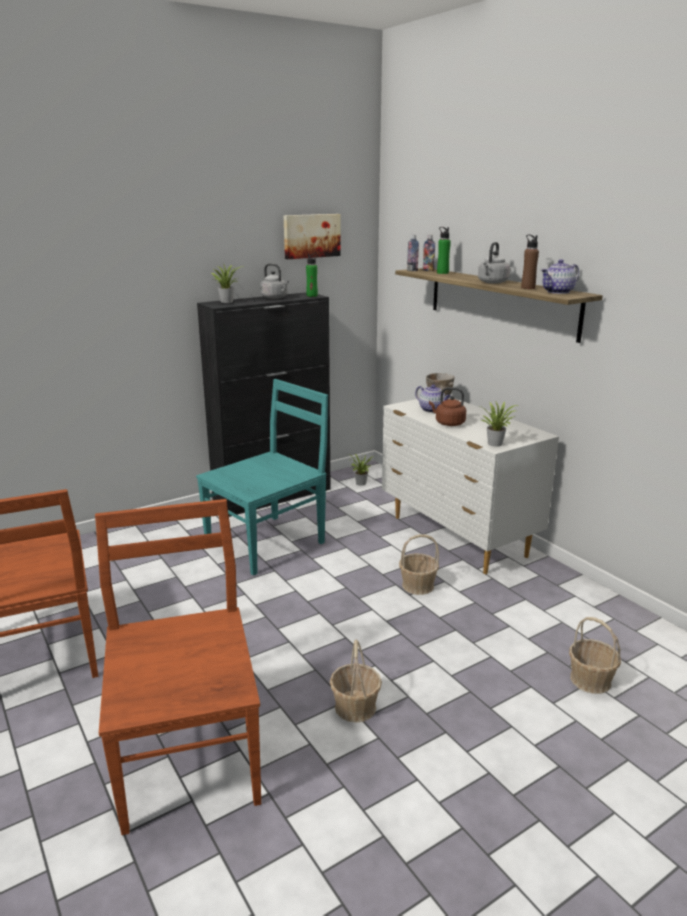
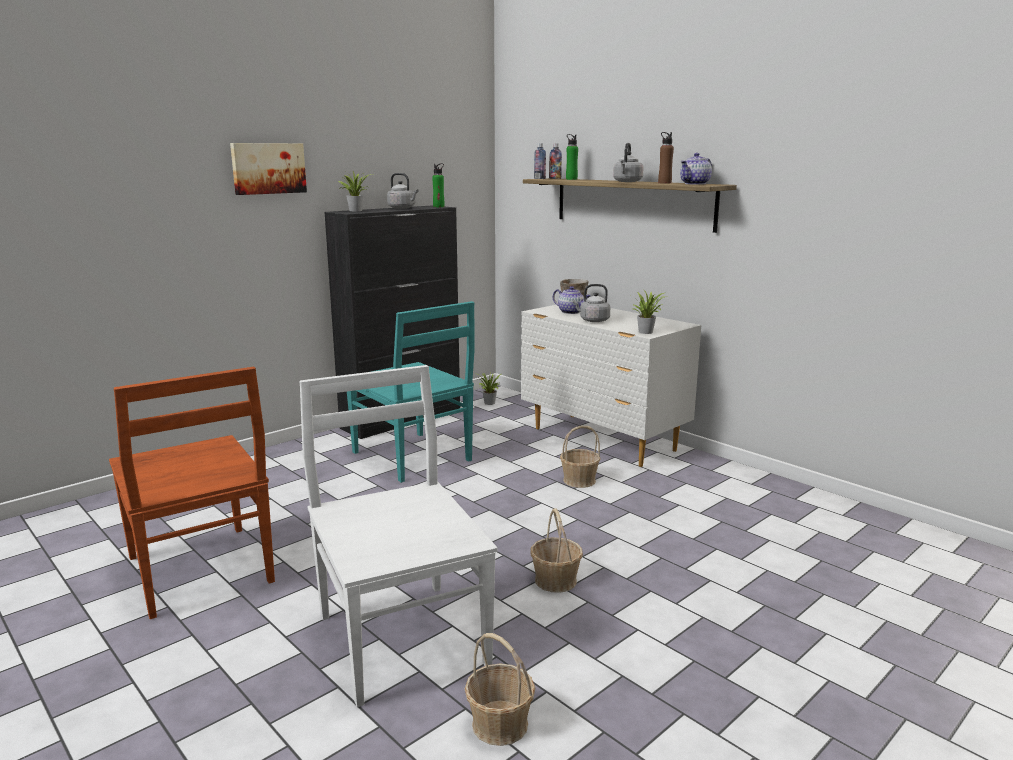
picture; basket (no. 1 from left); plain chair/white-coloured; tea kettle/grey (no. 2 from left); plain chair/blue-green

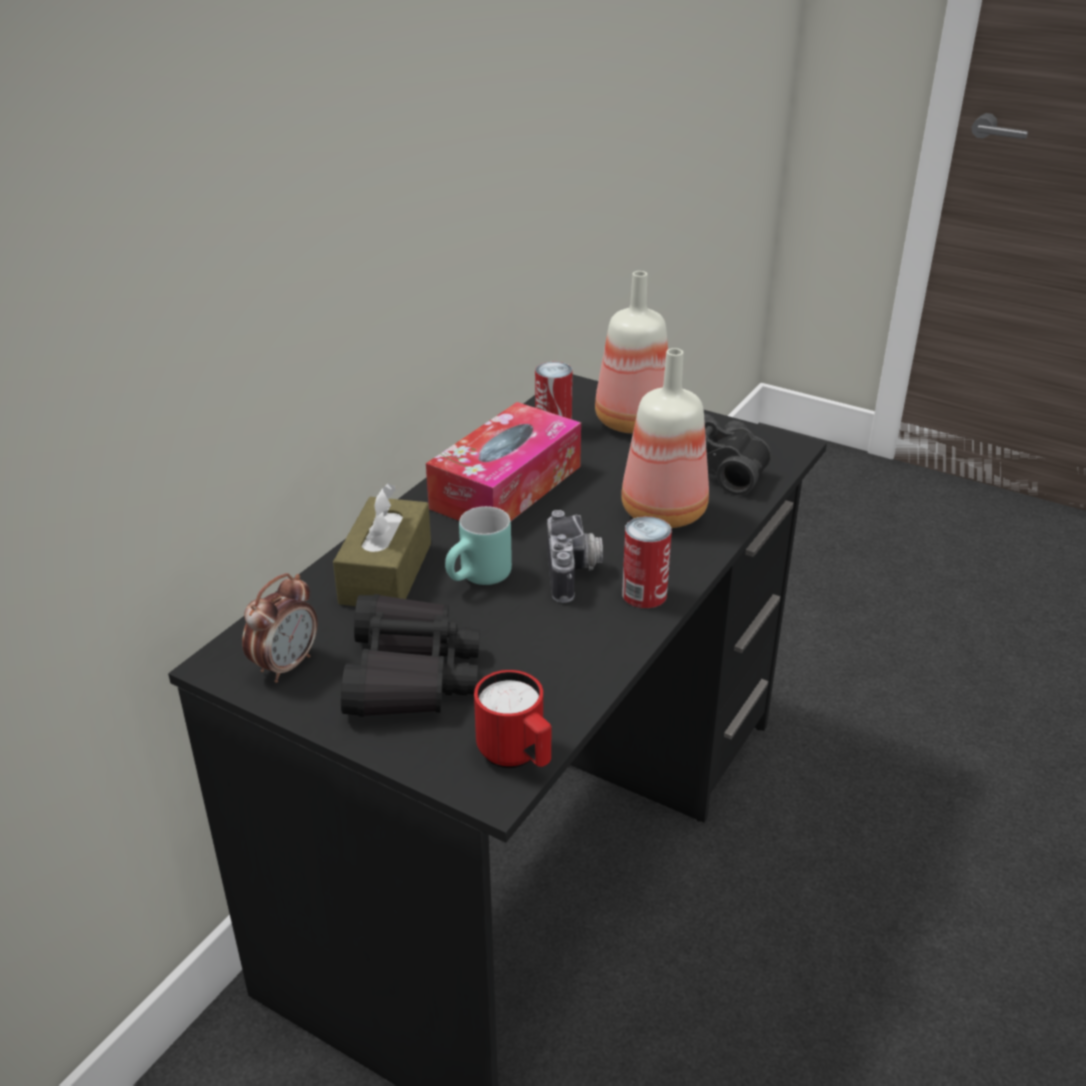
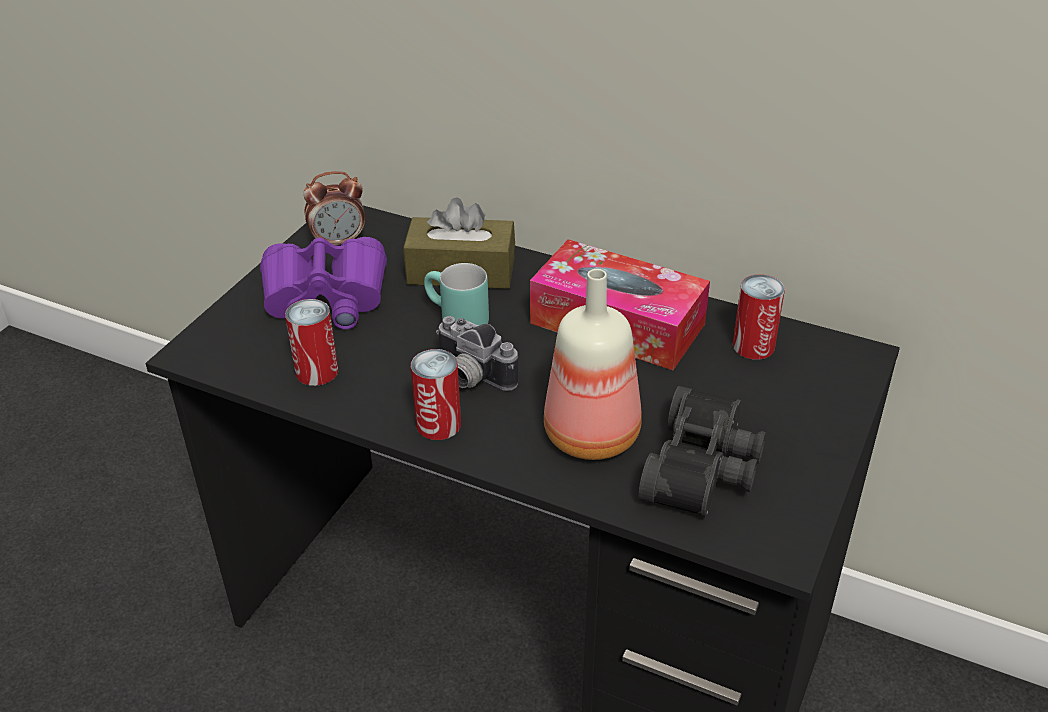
coffee mug/red; bottle (no. 1 from left in the first image); metal can (no. 1 from left); binoculars/purplish; alarm clock; photo camera

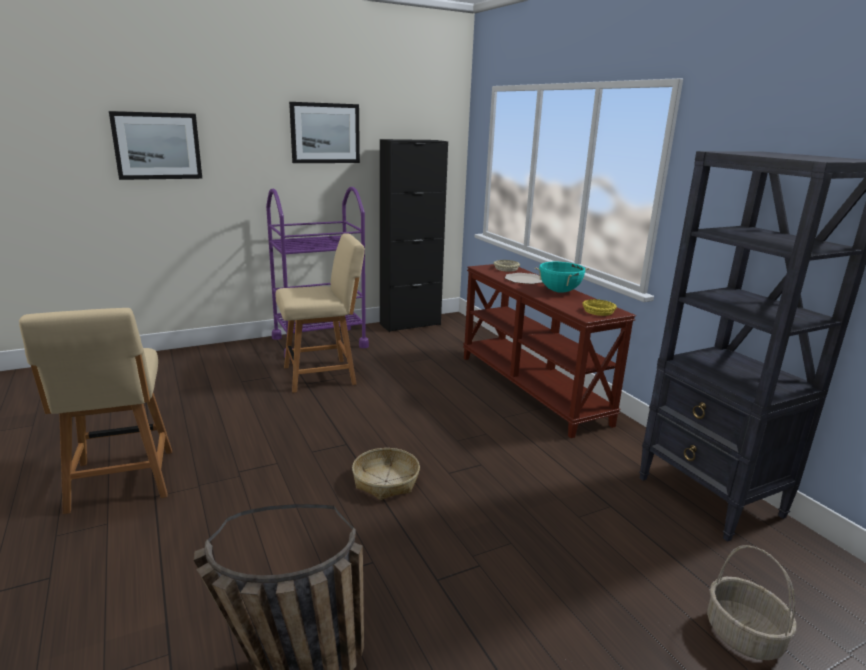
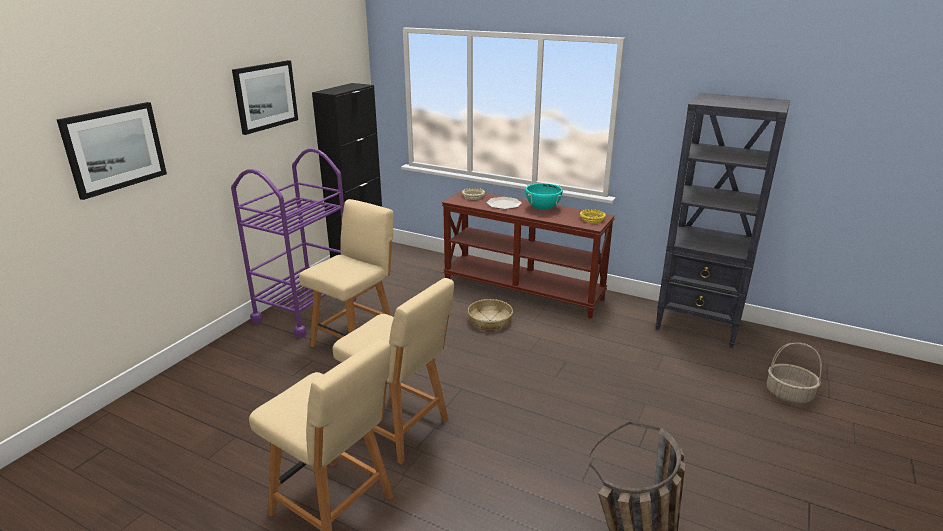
plain chair/beige (no. 3 from left); basket (no. 1 from left)

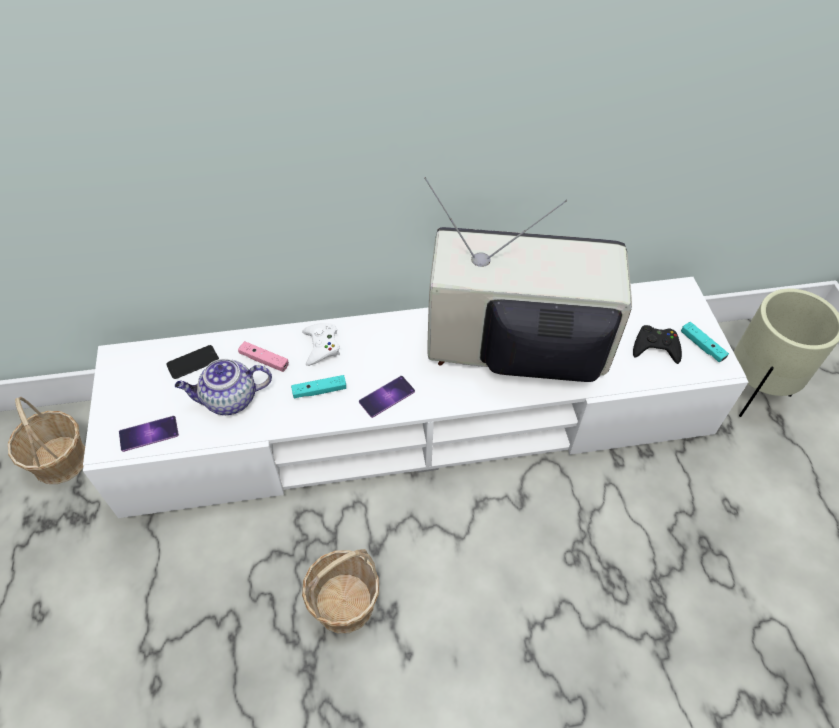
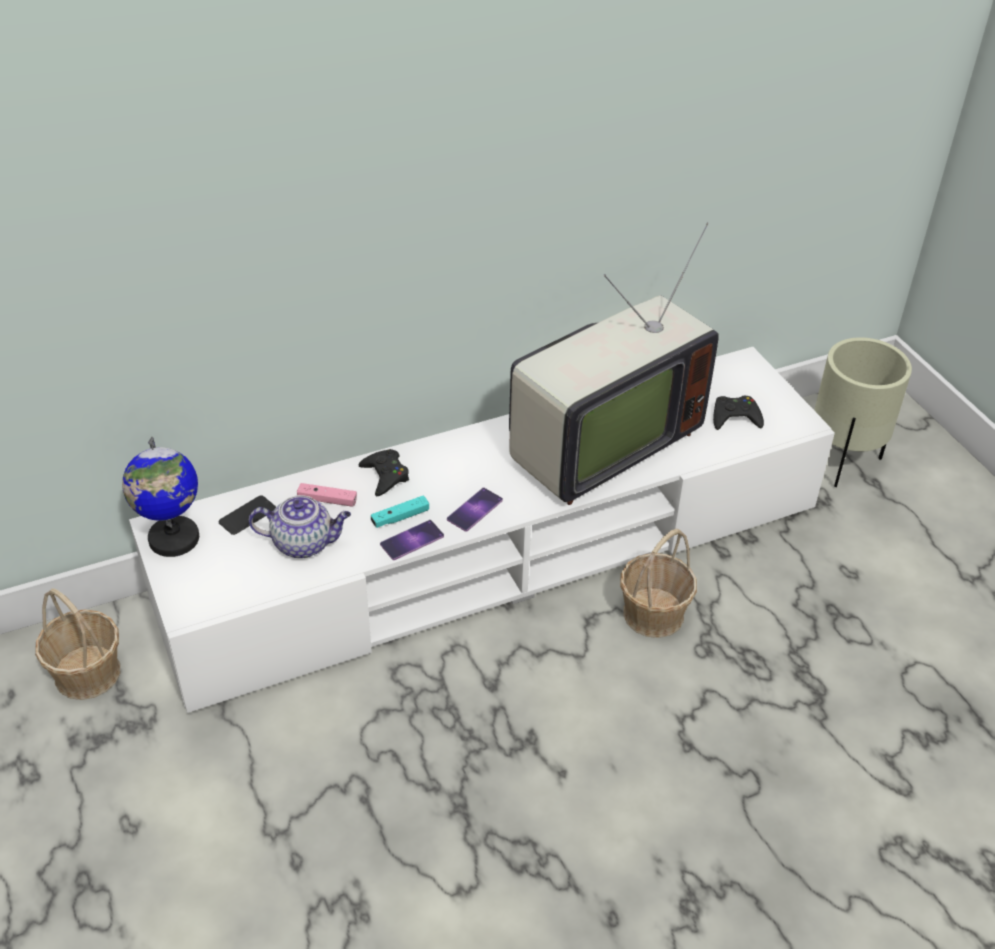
game controller/blue-green (no. 2 from left in the first image); globe; handset (no. 2 from left); basket (no. 2 from left); game controller/black-coloured (no. 1 from left); pot for tea; television

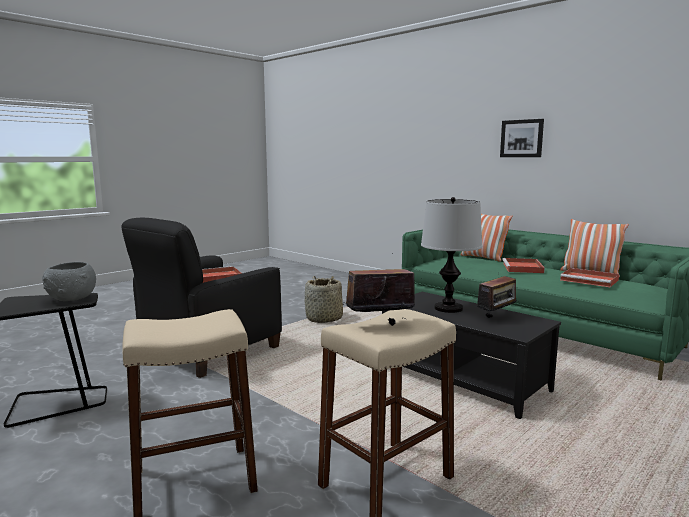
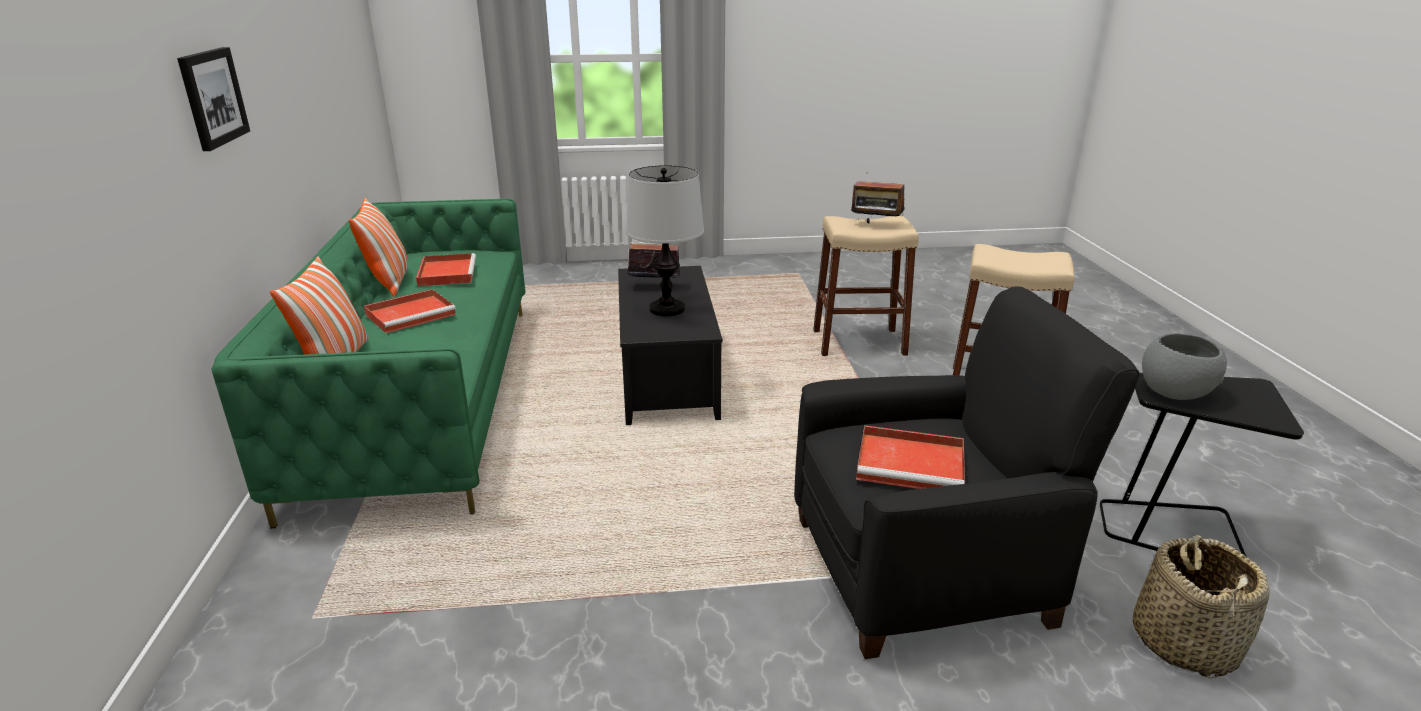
basket

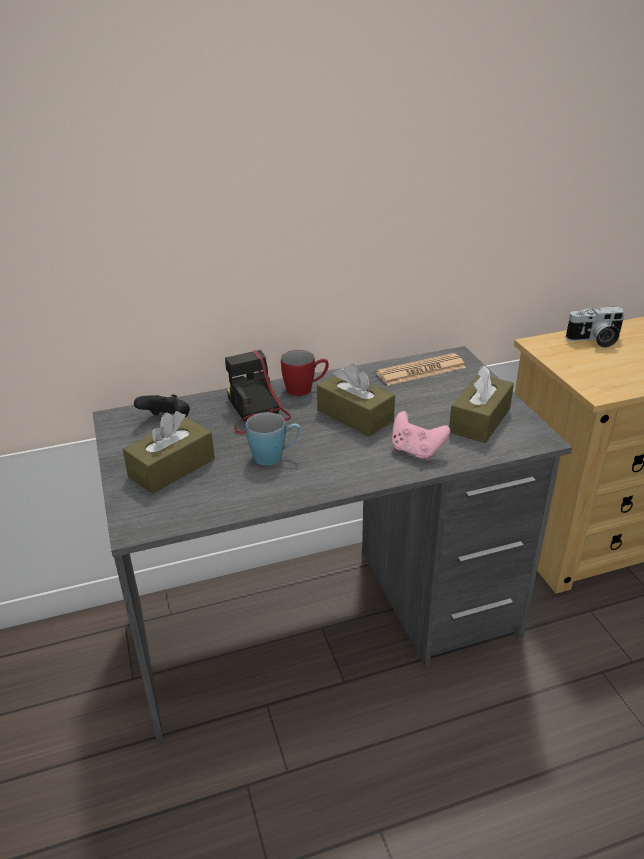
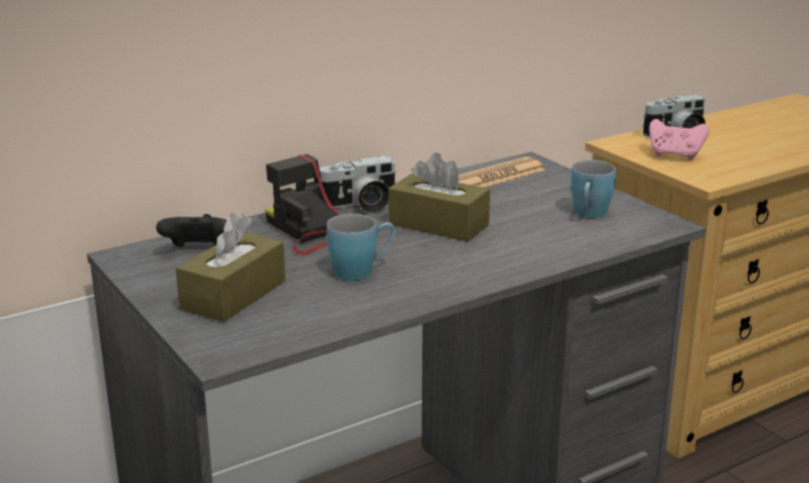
game controller/pink; photo camera (no. 2 from left); coffee mug/blue (no. 2 from left)

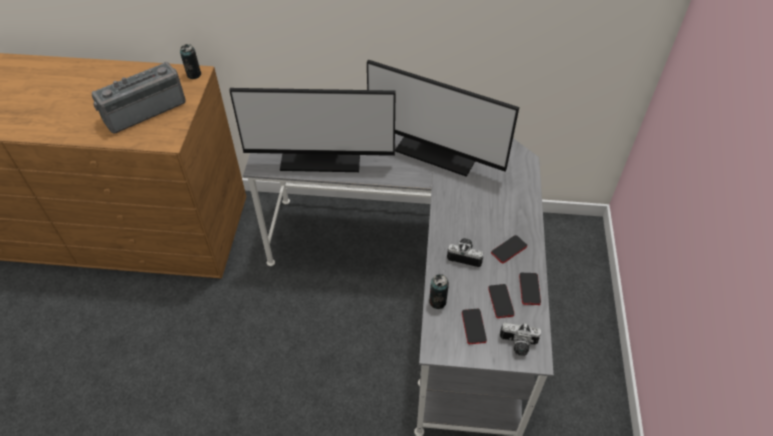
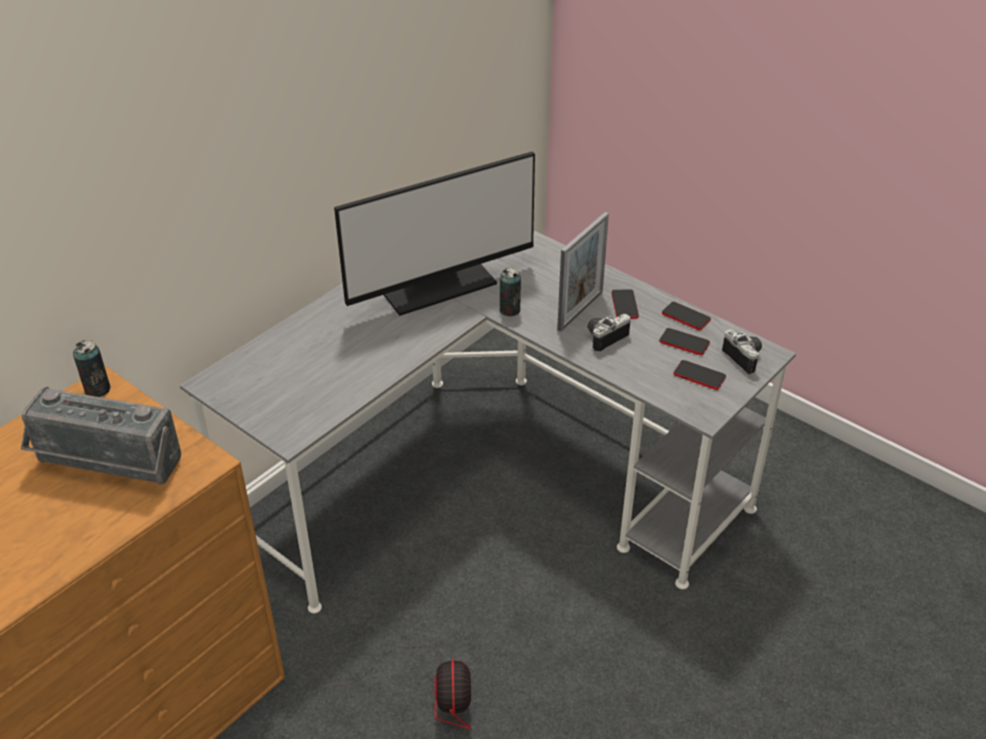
monitor (no. 1 from left in the first image); fan; picture frame; metal can (no. 2 from left); radio set; photo camera (no. 2 from left)

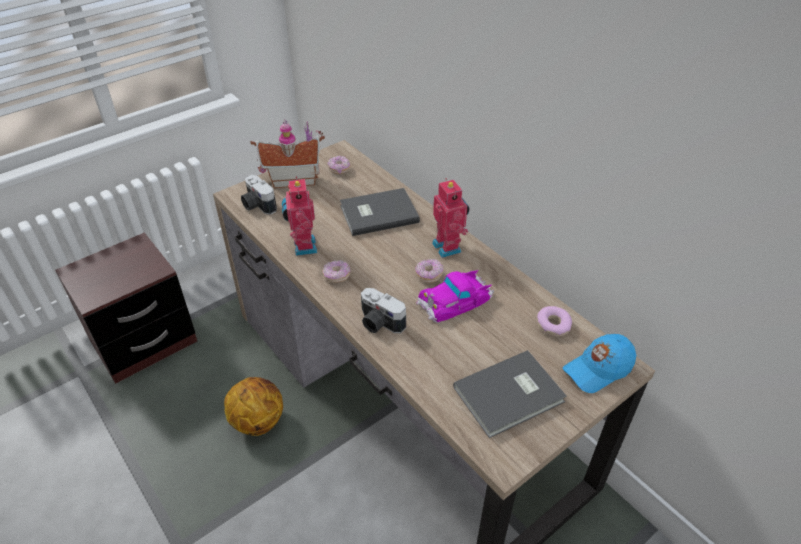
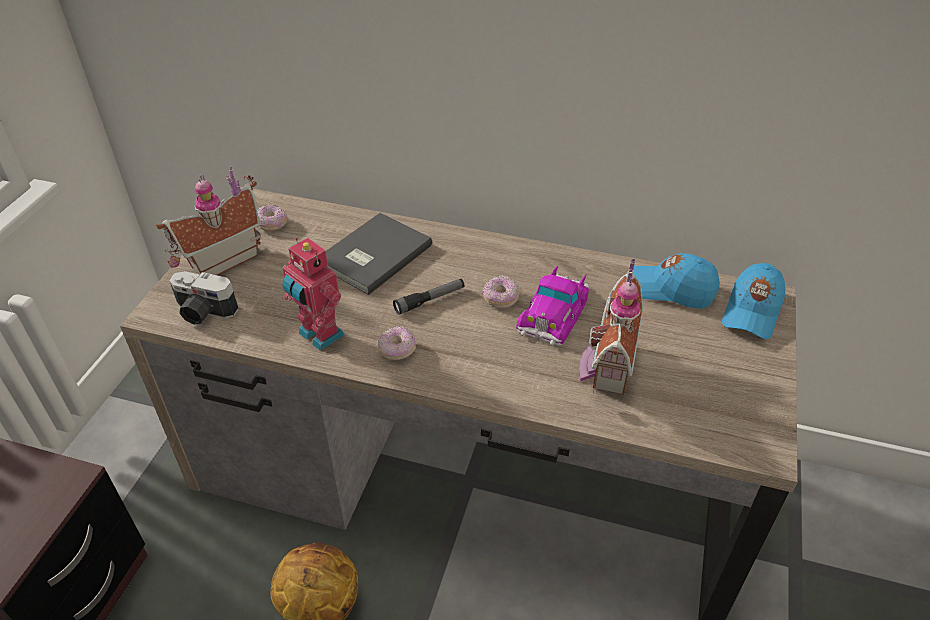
photo camera (no. 2 from left in the first image); toy robot (no. 2 from left in the first image); volume/grey (no. 2 from left in the first image); torch; toy house (no. 2 from left); baseball cap/blue (no. 1 from left)

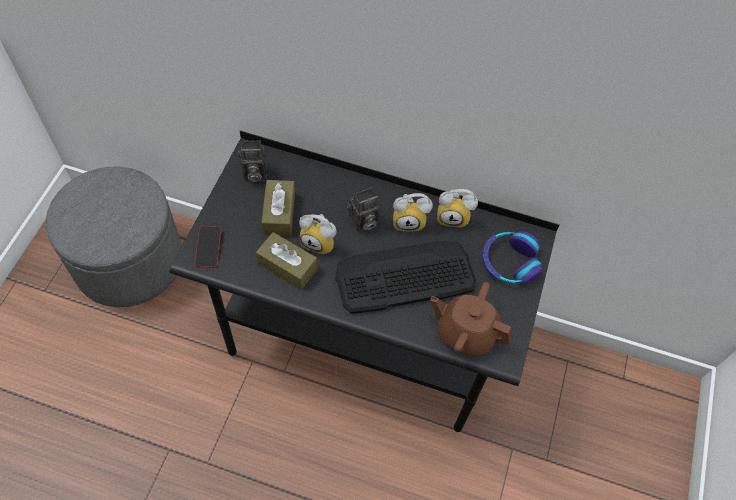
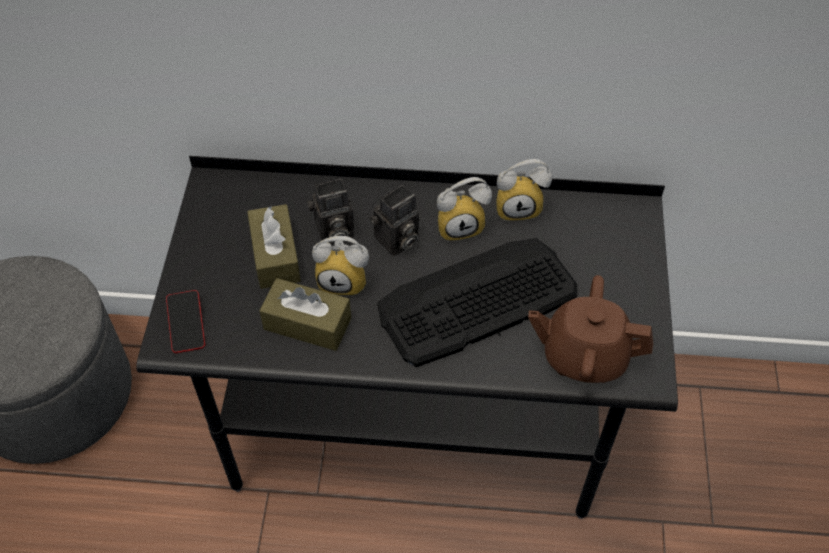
headphones; photo camera (no. 1 from left)

